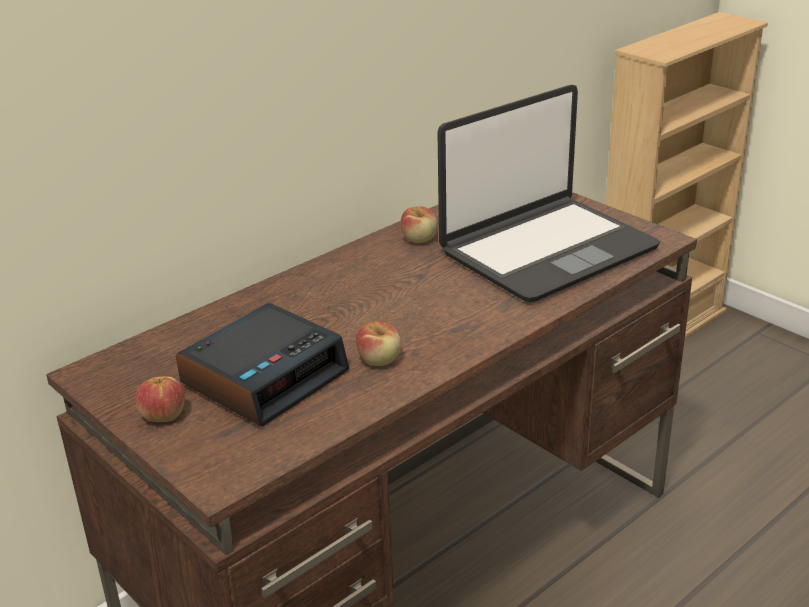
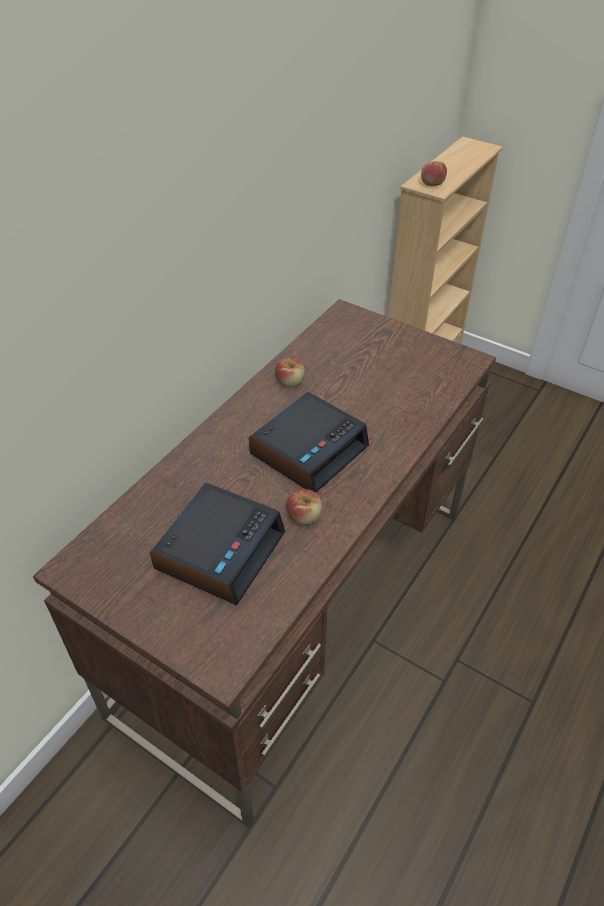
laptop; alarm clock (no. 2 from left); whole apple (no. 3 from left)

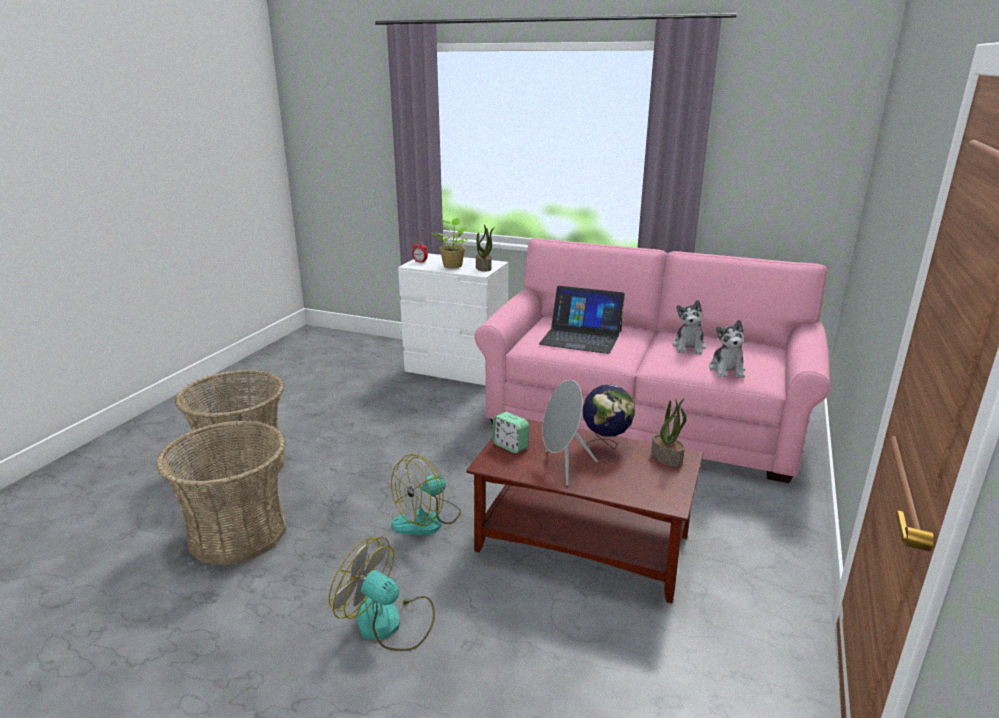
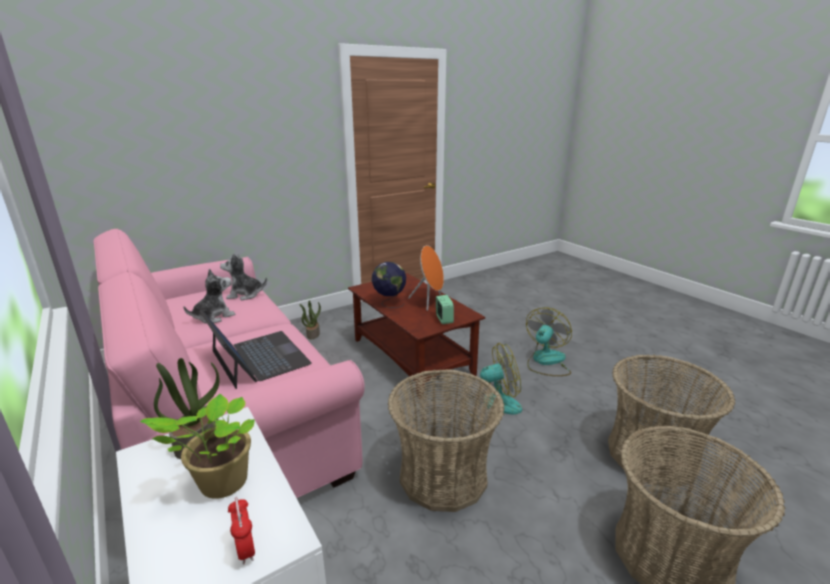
basket (no. 1 from left); plant in a pot (no. 3 from left); speaker/orange; fan (no. 2 from left); plush toy (no. 2 from left)

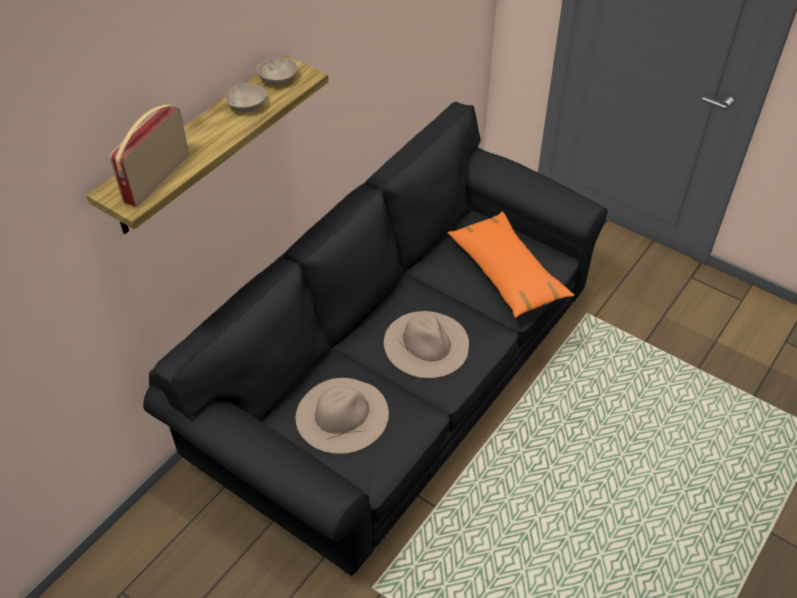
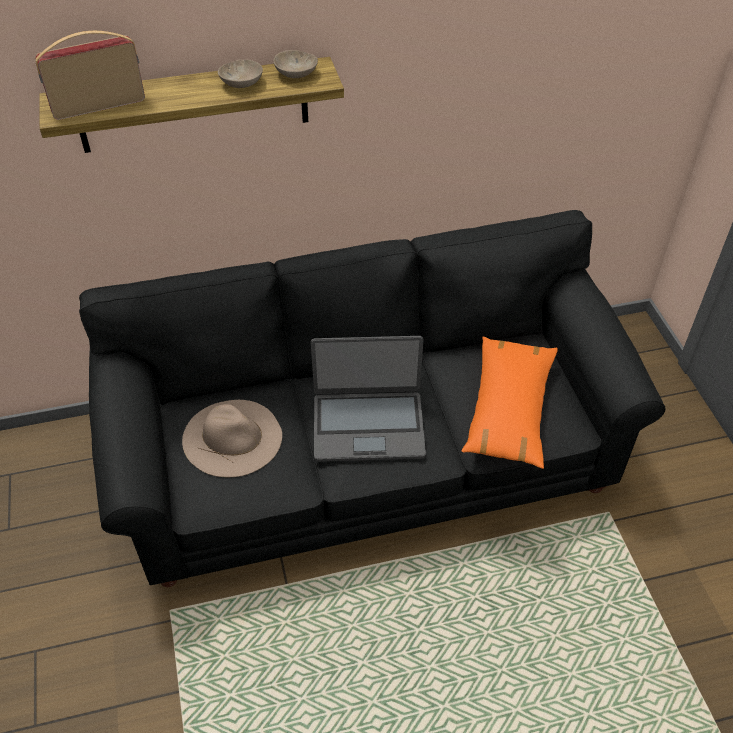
laptop

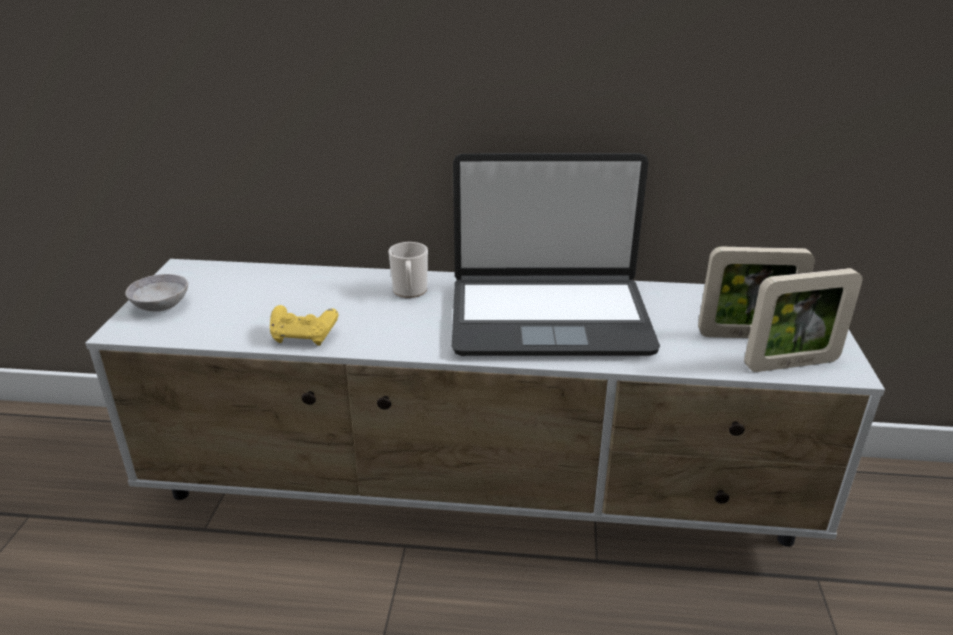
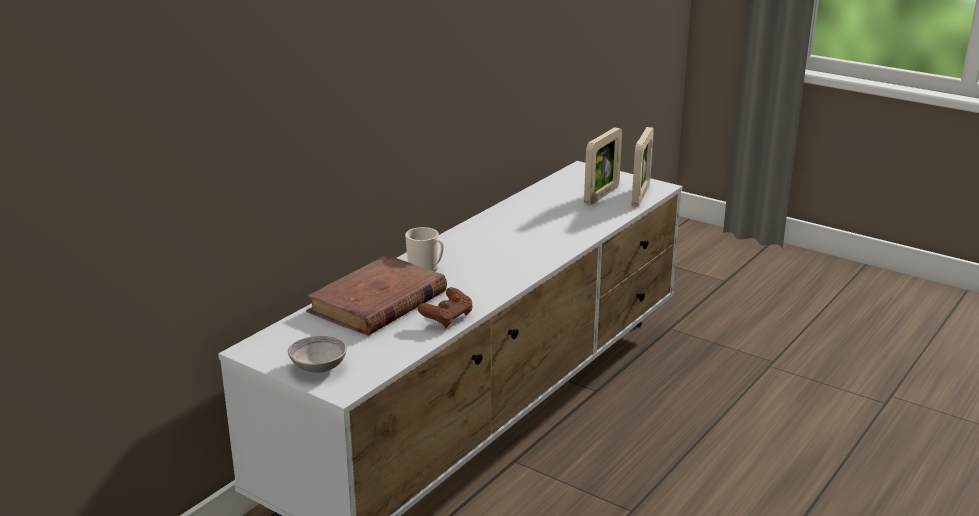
laptop; volume/brown; game controller/brown

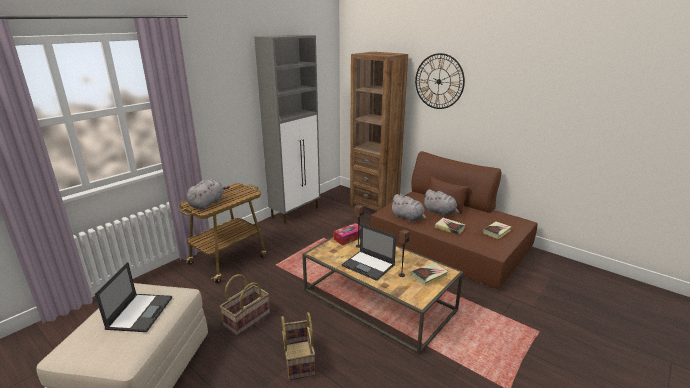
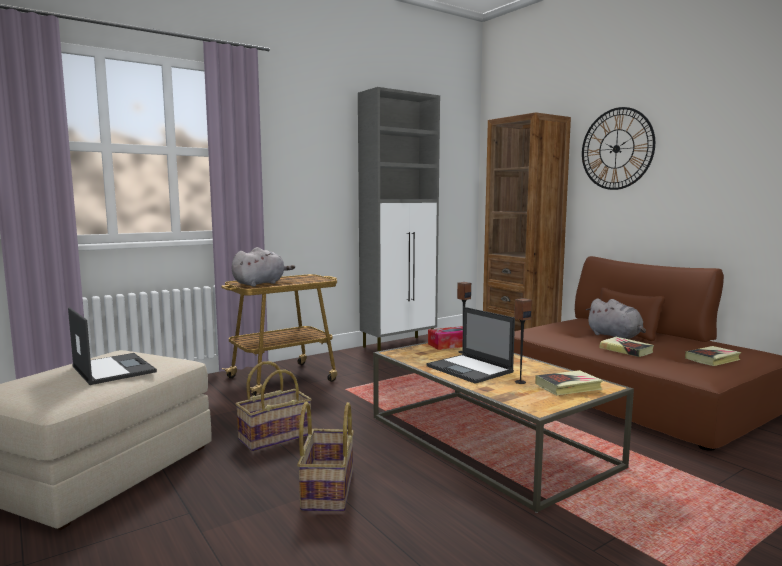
plush toy/grey (no. 2 from left in the first image); laptop (no. 1 from left)

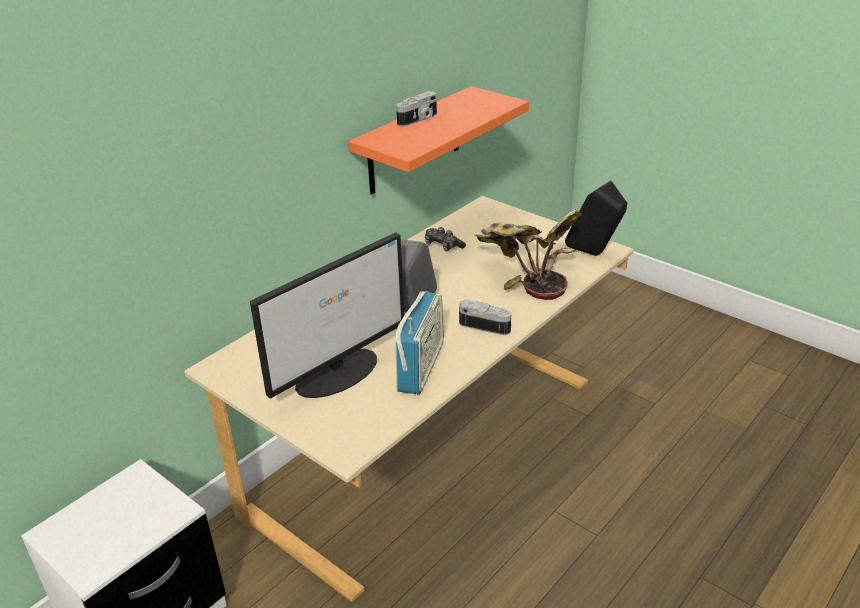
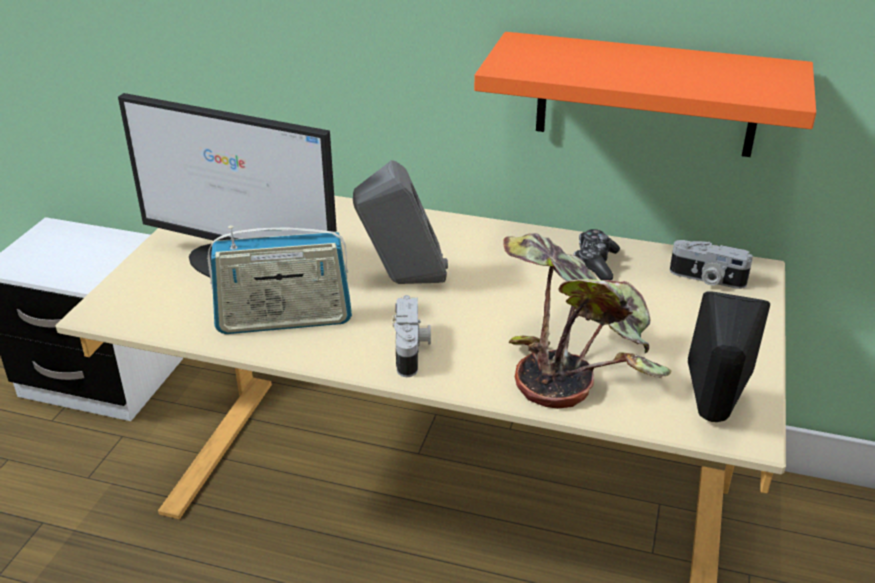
photo camera (no. 2 from left)

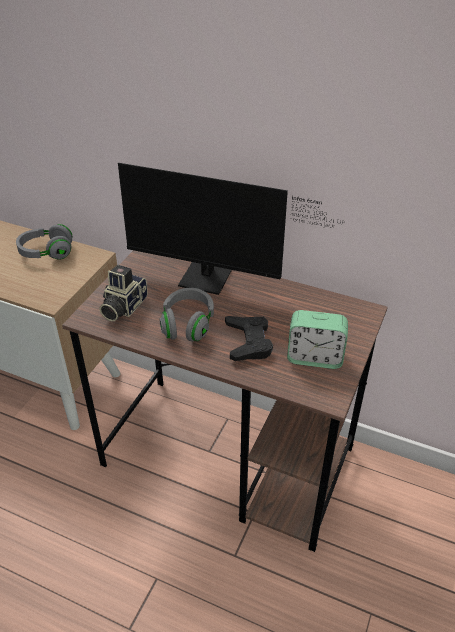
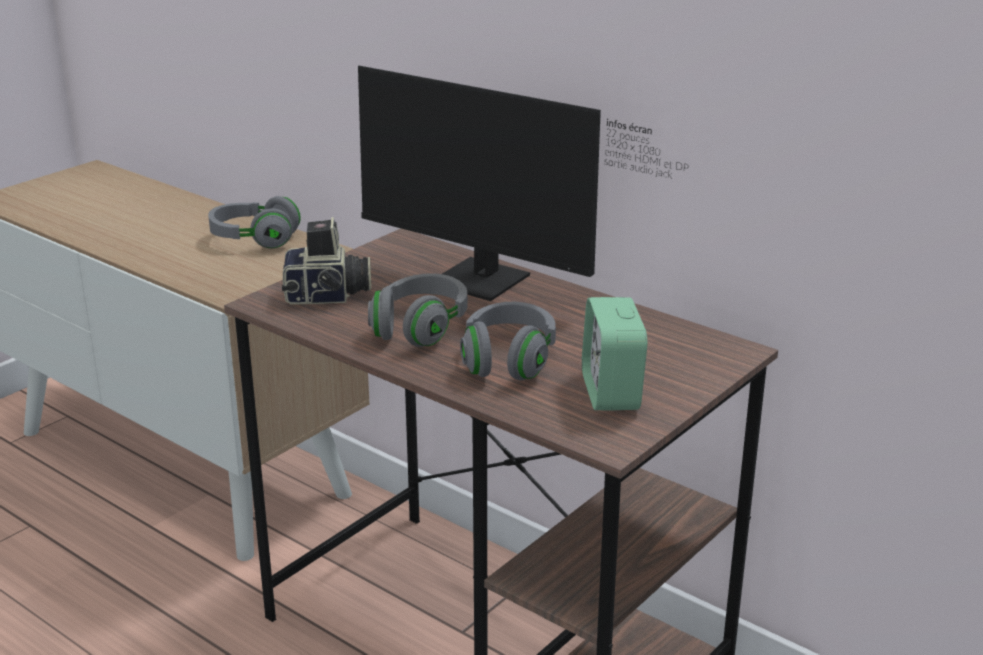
headphones/grey (no. 3 from left); photo camera; alarm clock

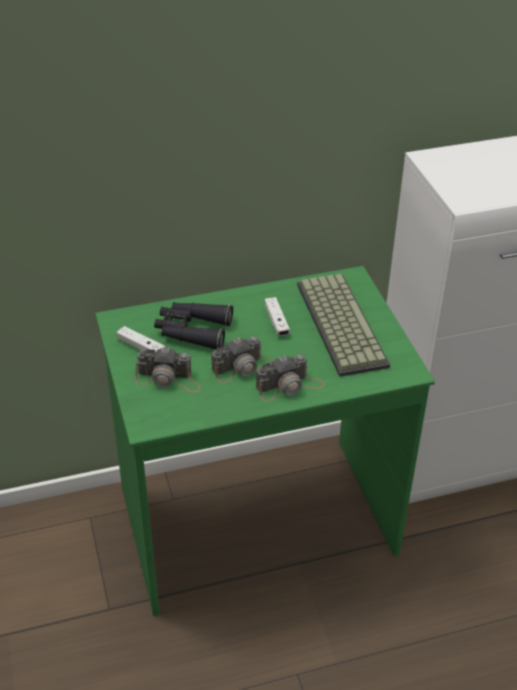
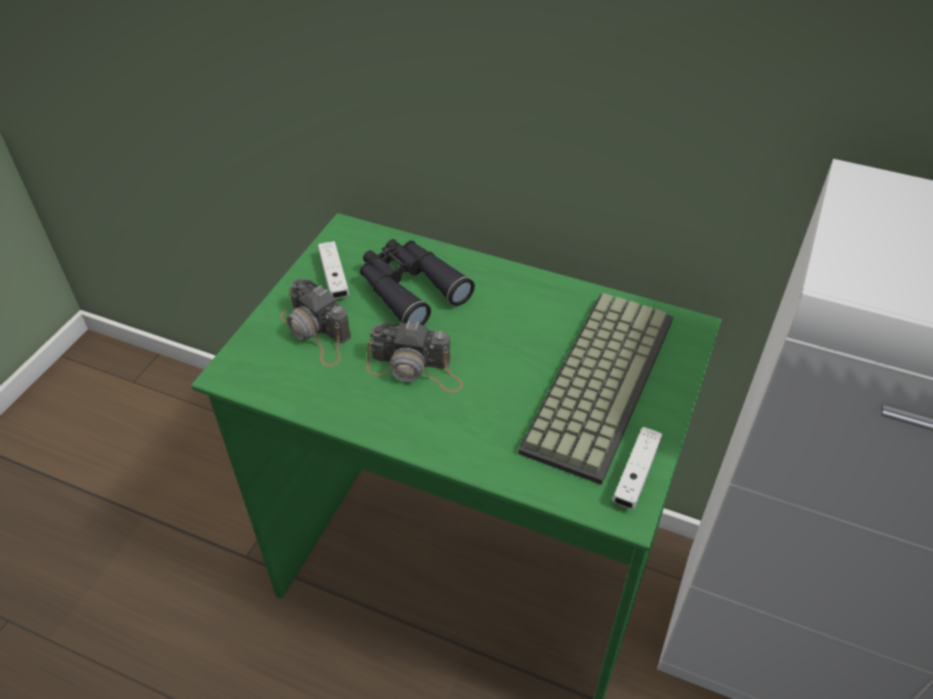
photo camera (no. 3 from left in the first image); game controller/white-coloured (no. 2 from left)

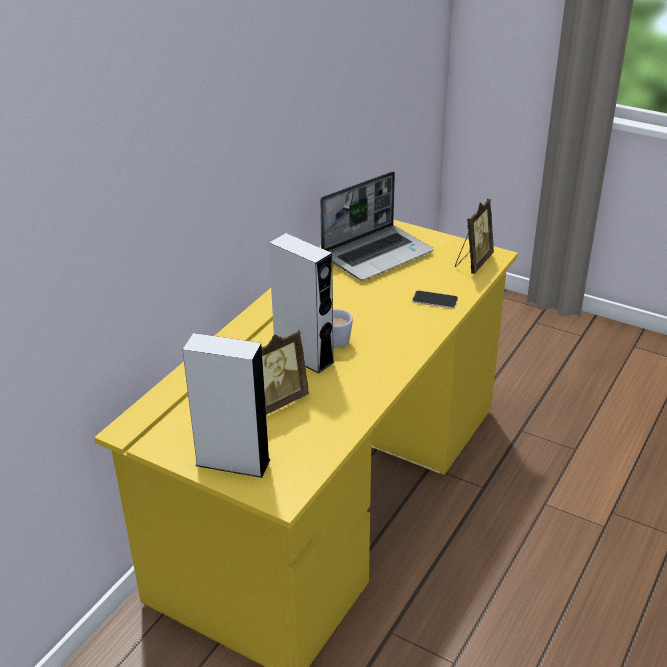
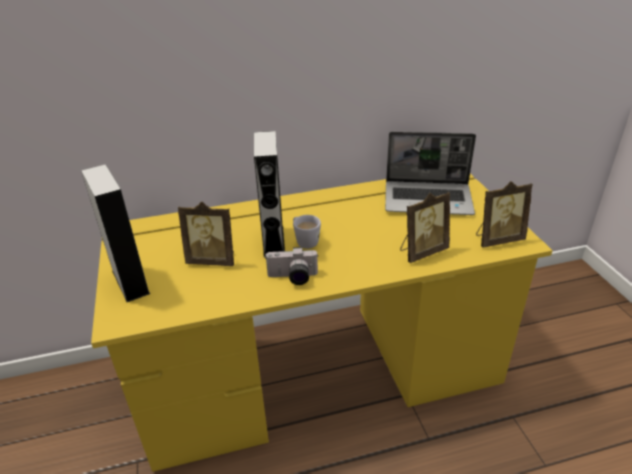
photo camera; picture frame (no. 2 from left)

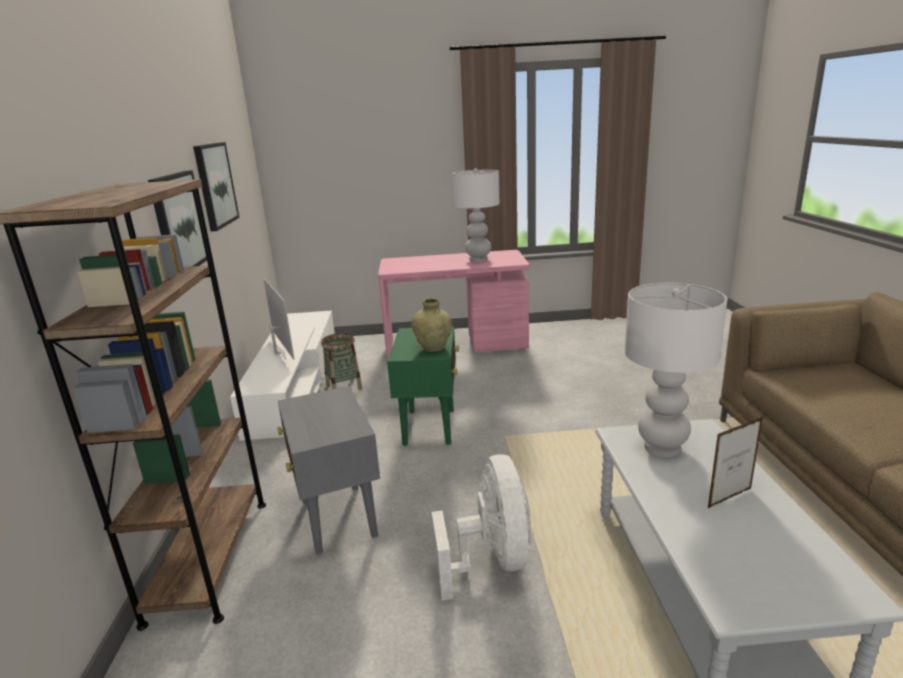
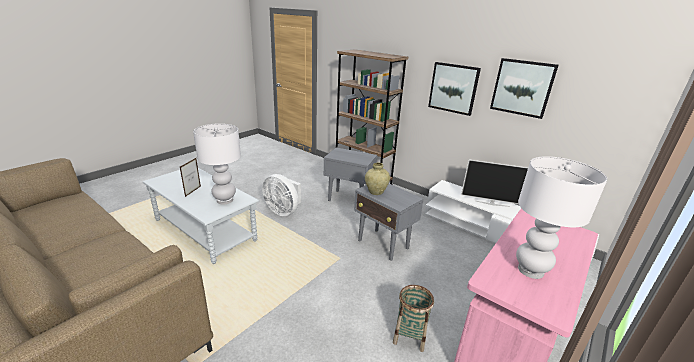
basket; end table/grey (no. 2 from left)

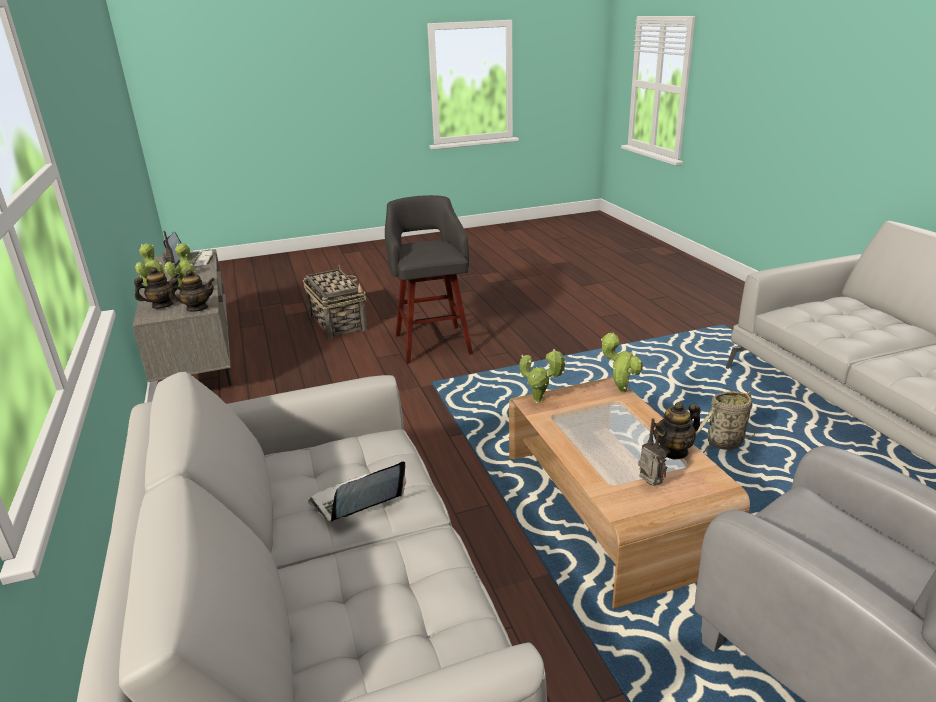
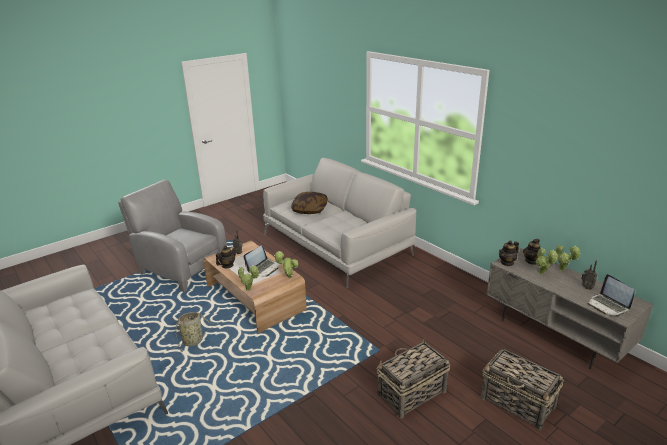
cushion; laptop (no. 1 from left); basket (no. 2 from left)

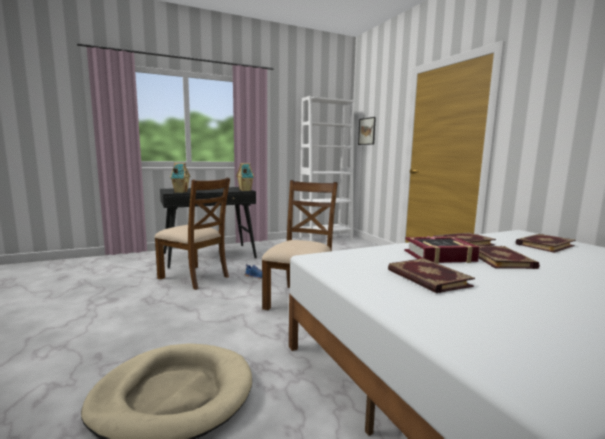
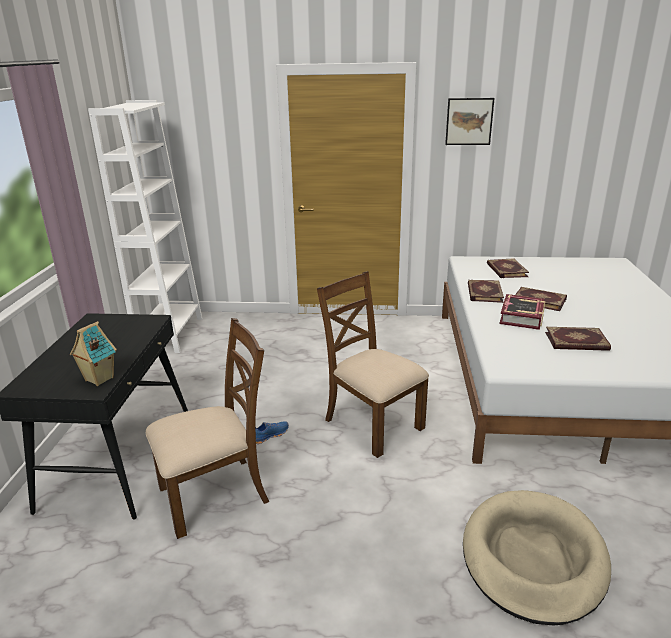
toy house (no. 2 from left in the first image); picture

